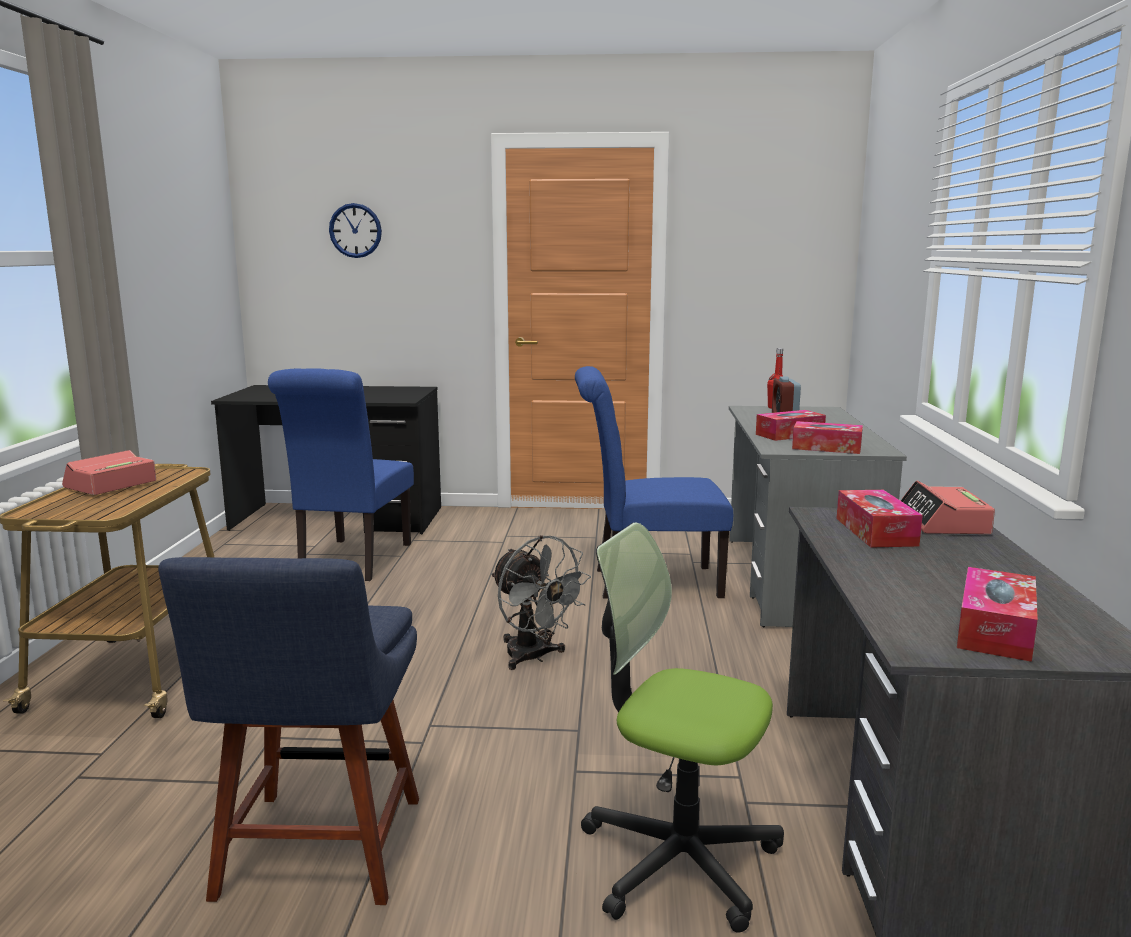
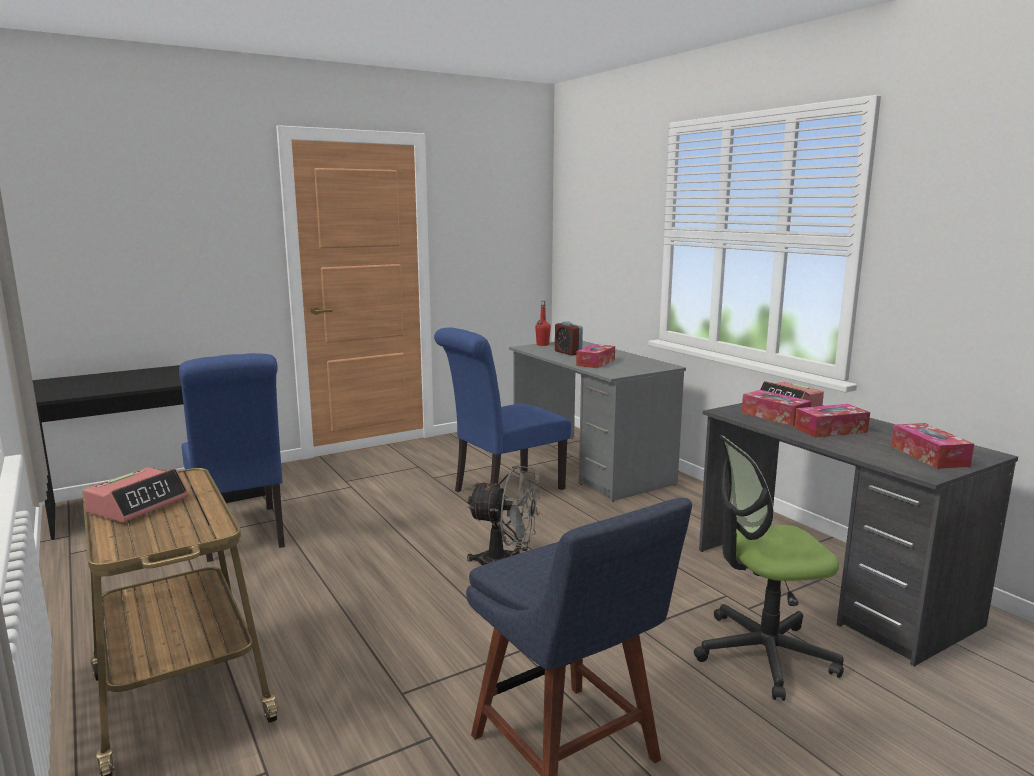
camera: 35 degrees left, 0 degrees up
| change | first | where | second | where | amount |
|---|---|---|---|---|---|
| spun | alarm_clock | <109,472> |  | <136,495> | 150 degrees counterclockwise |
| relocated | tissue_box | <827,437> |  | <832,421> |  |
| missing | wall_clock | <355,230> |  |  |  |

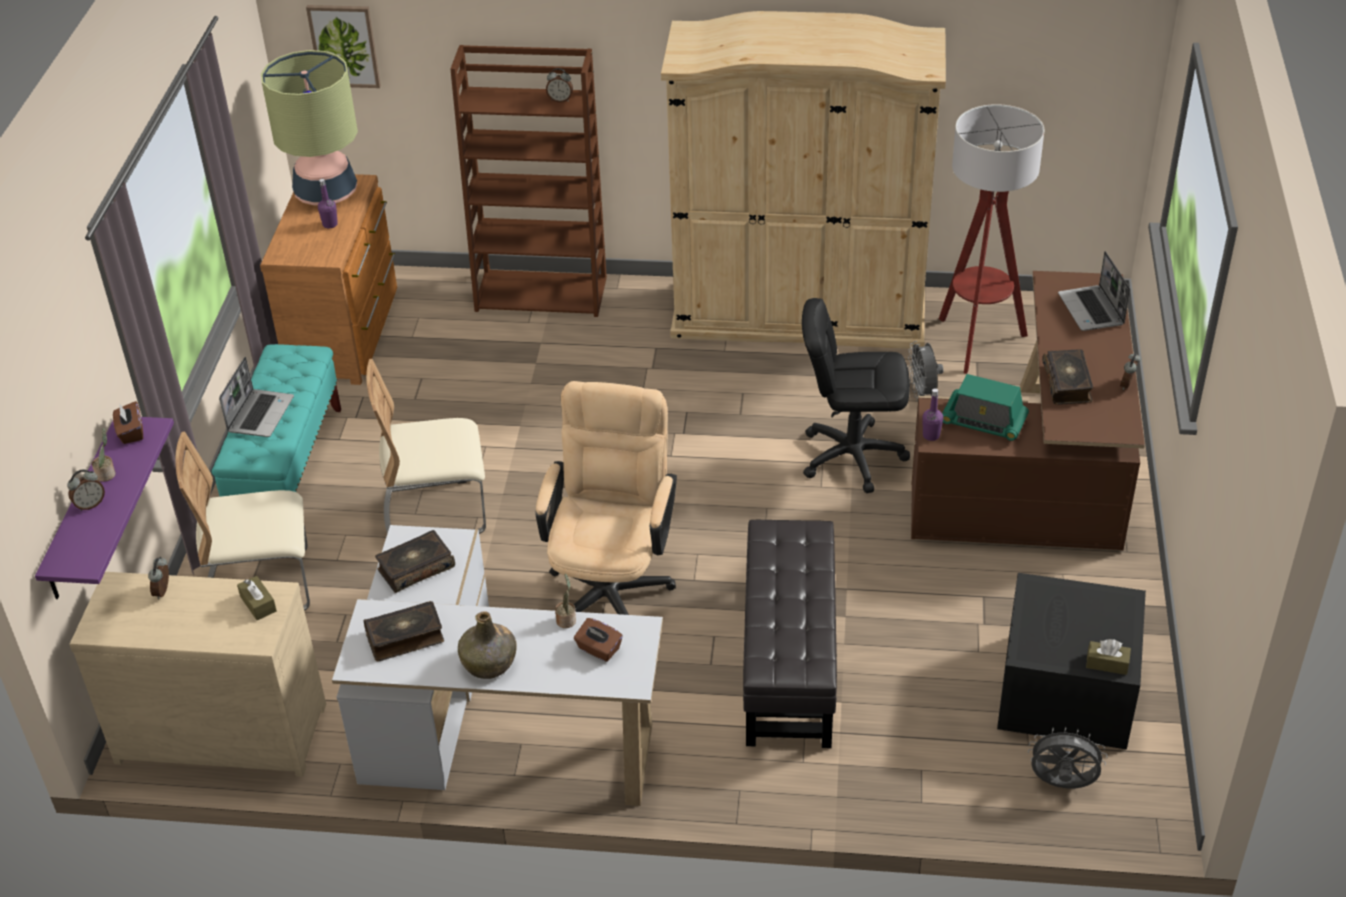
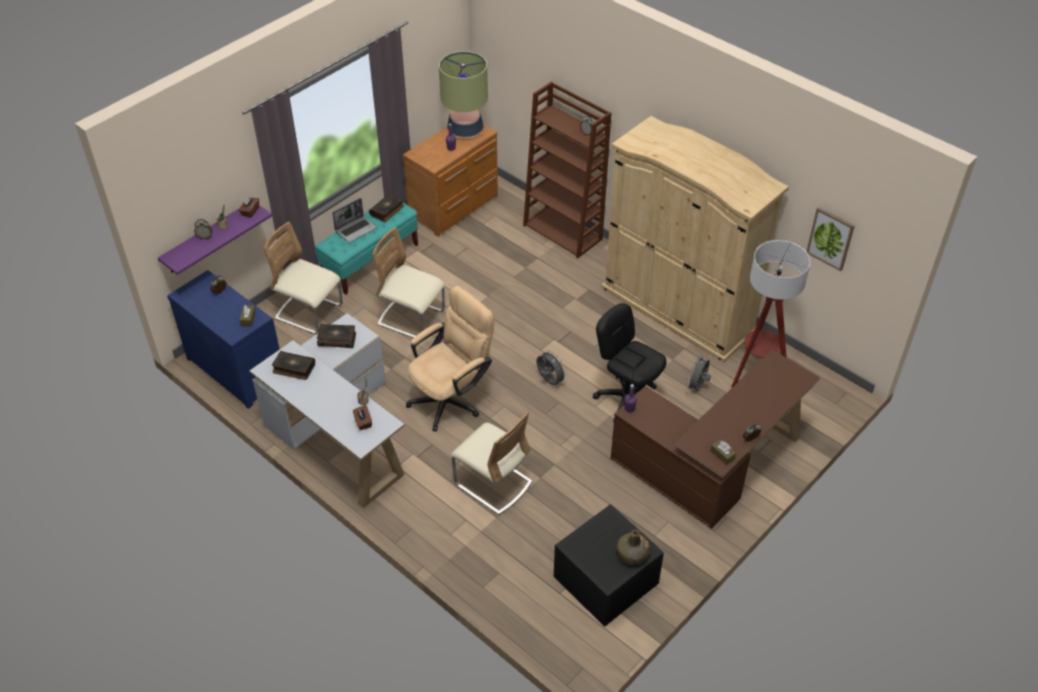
camera: 35 degrees right, 5 degrees up
| change | first | where | second | where | amount |
|---|---|---|---|---|---|
| colour | beige_dresser | <197,674> | blue_dresser | <223,339> |  |
| relocated | book | <1067,377> |  | <386,207> |  |
| exchanged | black_ottoman | <790,634> | beige_chair | <491,463> |  |
| relocated | grey_fan | <1067,757> |  | <551,368> |  |
| relocated | green_bottle | <487,645> |  | <633,547> |  |
| relocated | brown_tissue_box | <1108,657> |  | <723,452> |  |
| relocated | picture | <343,46> |  | <830,239> |  |
| missing | radio | <985,407> |  |  |  |
| missing | laptop | <1094,291> |  |  |  |

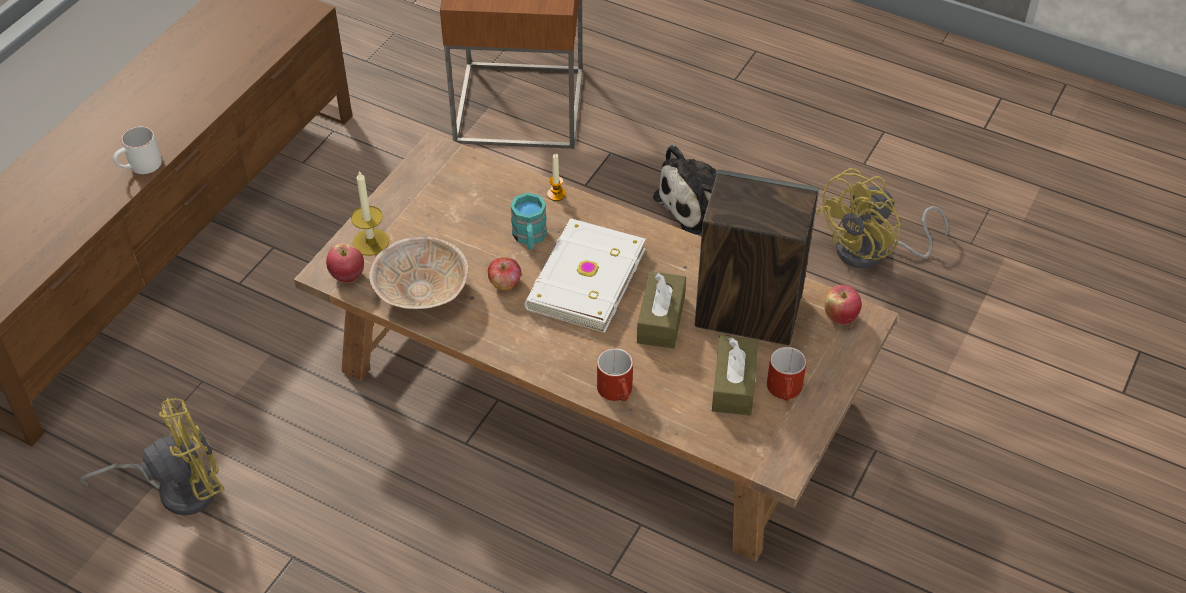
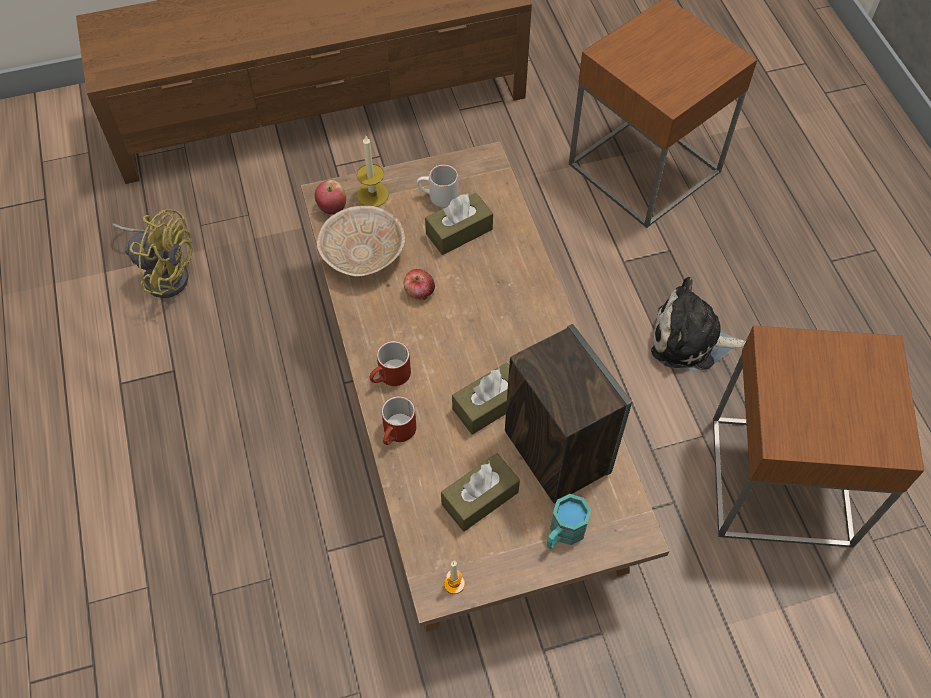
camera: 45 degrees right, 10 degrees up
| change | first | where | second | where | amount |
|---|---|---|---|---|---|
| relocated | red_mug | <786,374> |  | <390,363> |  |
| relocated | white_mug | <137,150> |  | <437,185> |  |
| appeared |  |  | brown_tissue_box | <459,224> |  |
| relocated | candle | <556,177> |  | <454,577> |  |
| relocated | turquoise_mug | <528,221> |  | <569,521> |  |
| exchanged | yellow_fan | <882,218> | brown_side_table | <818,437> |  |
| missing | white_book | <585,276> |  |  |  |
| missing | apple | <843,305> |  |  |  |

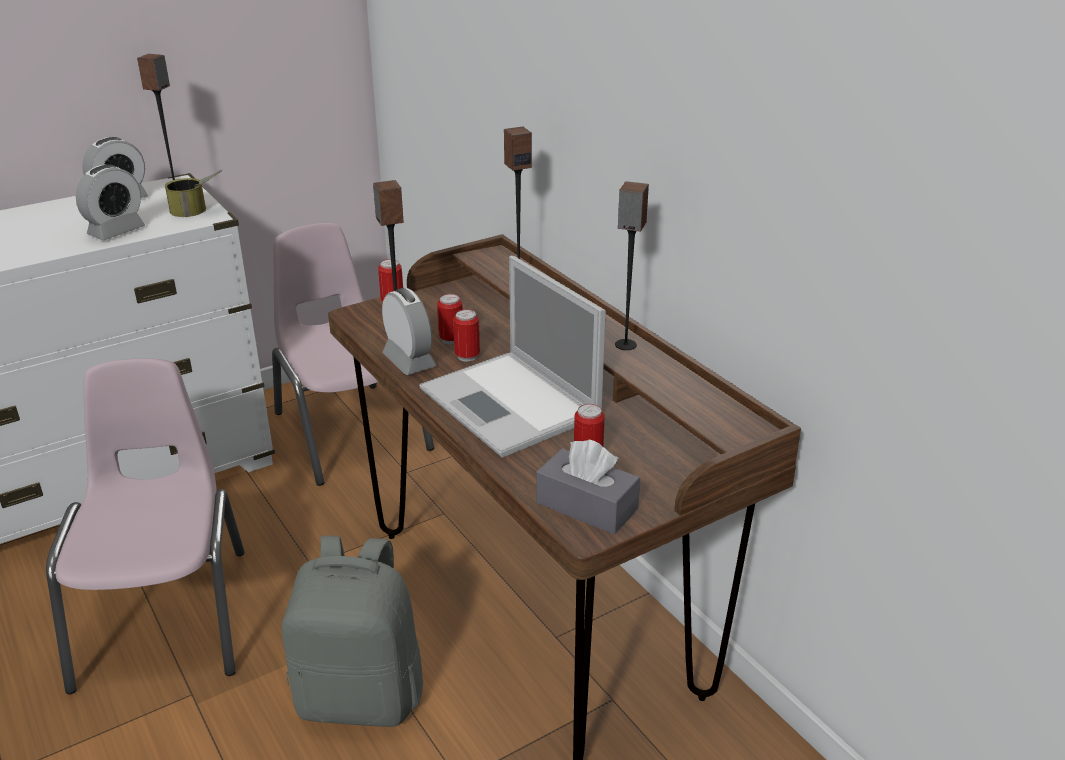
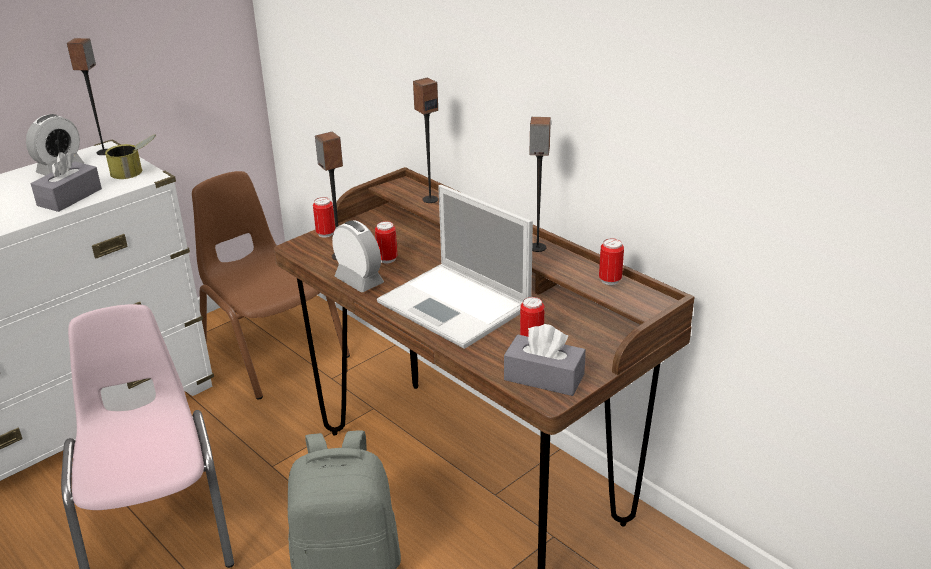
camera: 10 degrees left, 0 degrees up
| change | first | where | second | where | amount |
|---|---|---|---|---|---|
| exchanged | alarm_clock | <110,202> | grey_tissue_box | <66,182> |  |
| colour | pink_chair | <353,354> | brown_chair | <271,285> |  |
| relocated | can | <466,335> |  | <611,261> |  |

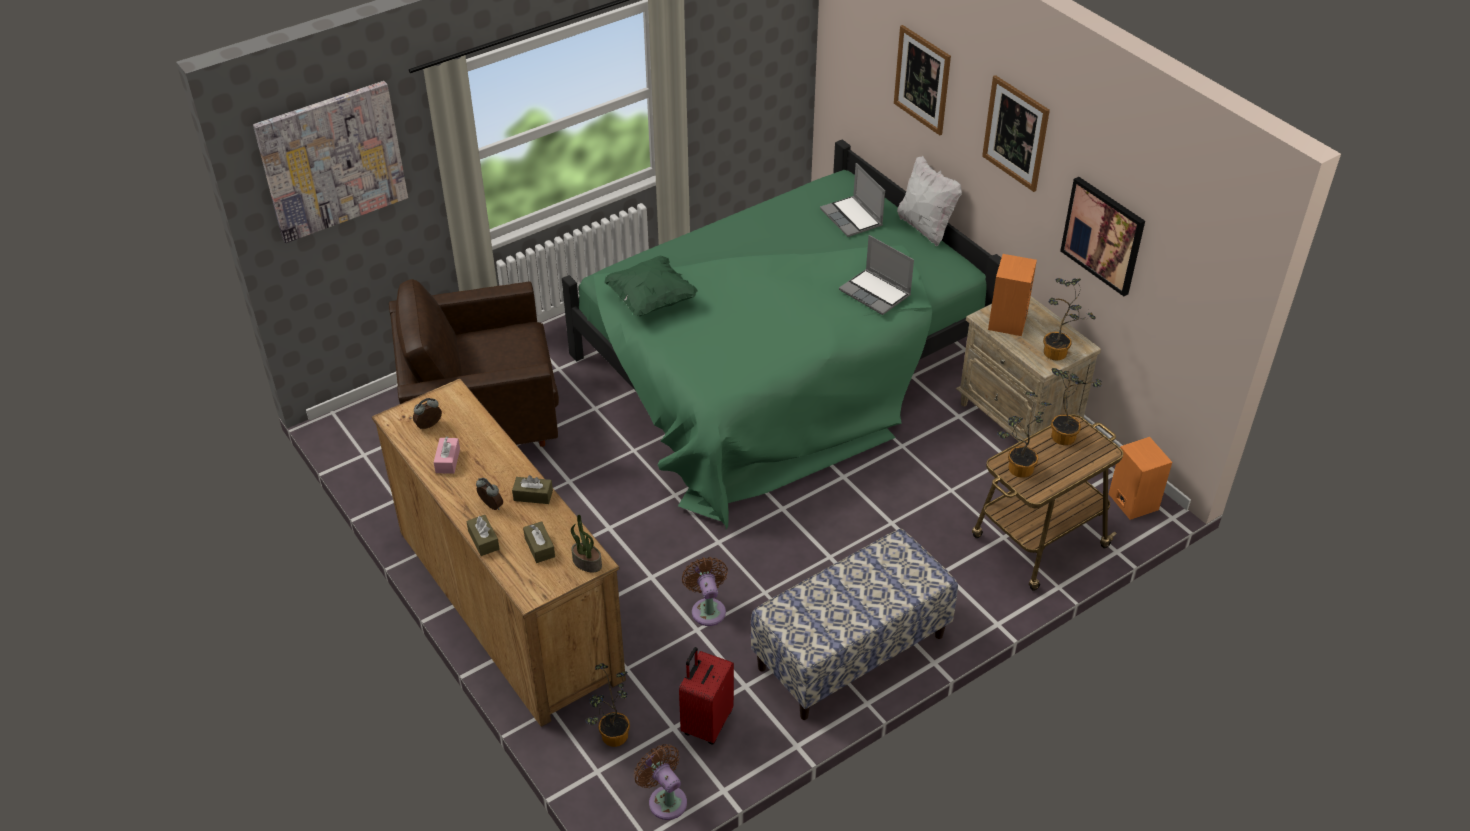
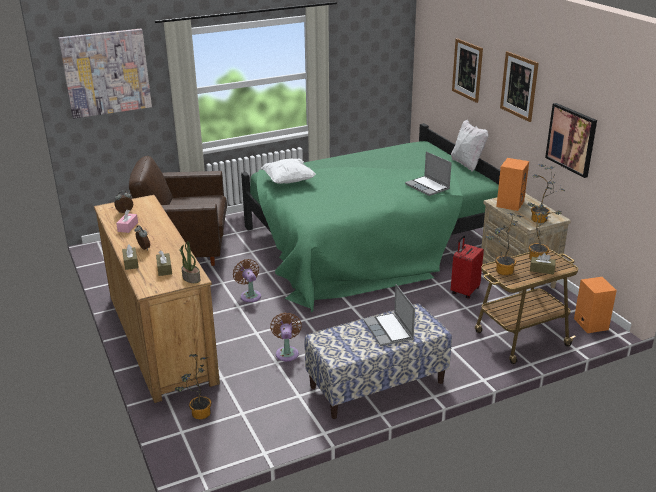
camera: 10 degrees right, 15 degrees down
| change | first | where | second | where | amount |
|---|---|---|---|---|---|
| relocated | brown_fan | <660,782> |  | <247,280> |  |
| colour | green_pillow | <651,285> | white_pillow | <289,171> |  |
| relocated | laptop | <852,200> |  | <389,315> |  |
| relocated | red_suitcase | <706,695> |  | <467,267> |  |
| relocated | brown_tissue_box | <532,489> |  | <543,263> |  |

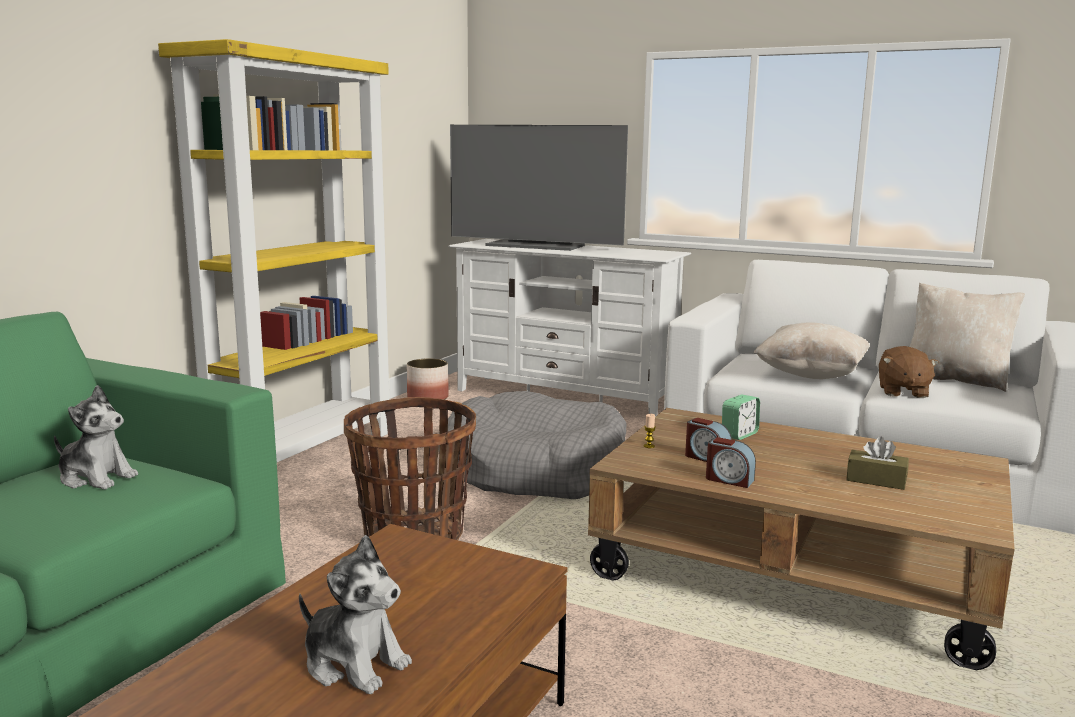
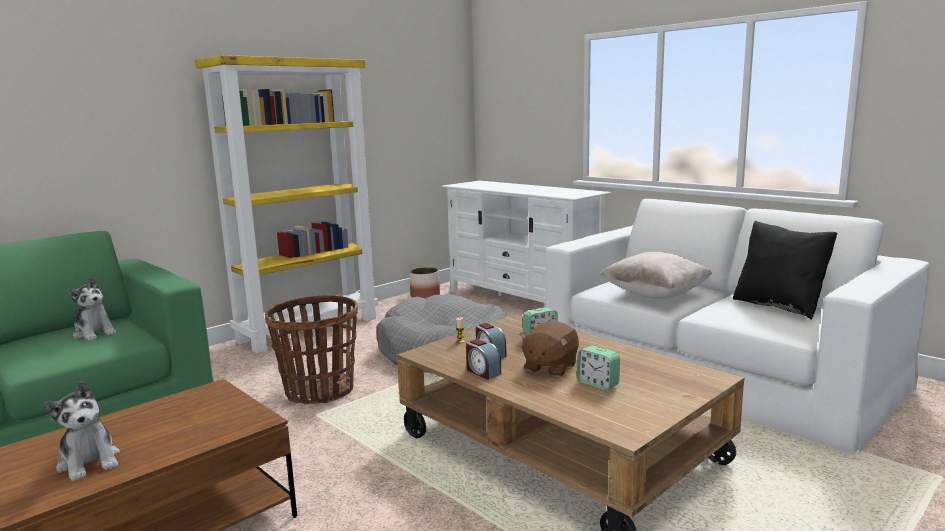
camera: 20 degrees right, 0 degrees up
| change | first | where | second | where | amount |
|---|---|---|---|---|---|
| relocated | brown_plush_toy | <909,372> |  | <549,349> |  |
| exchanged | brown_tissue_box | <877,463> | alarm_clock | <598,368> |  |
| colour | beige_pillow | <967,337> | black_pillow | <785,270> |  |
| missing | television | <539,188> |  |  |  |

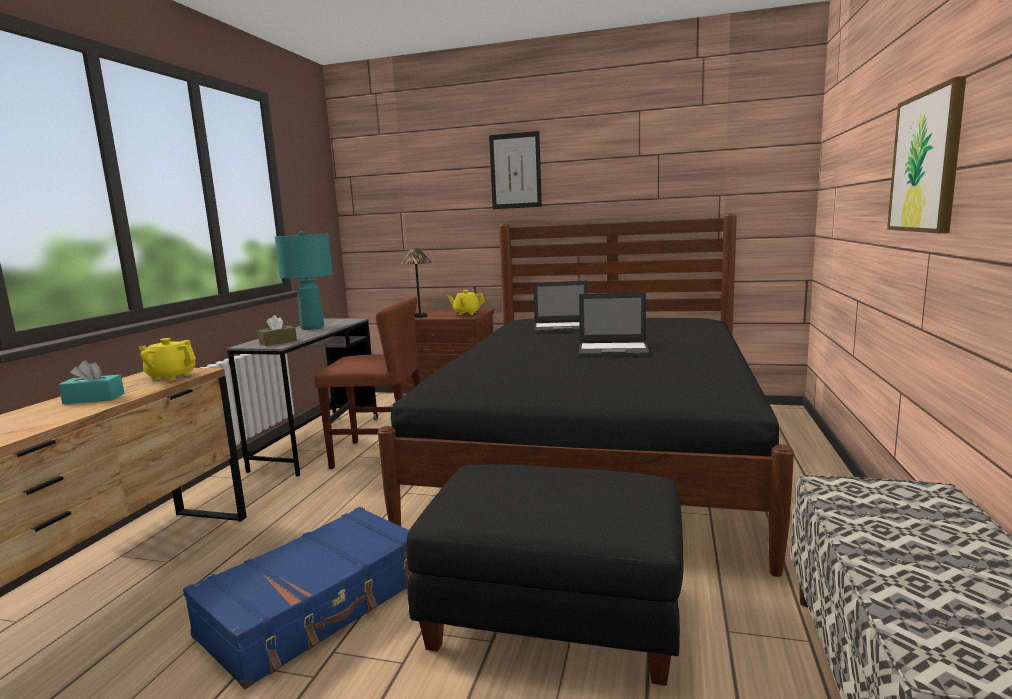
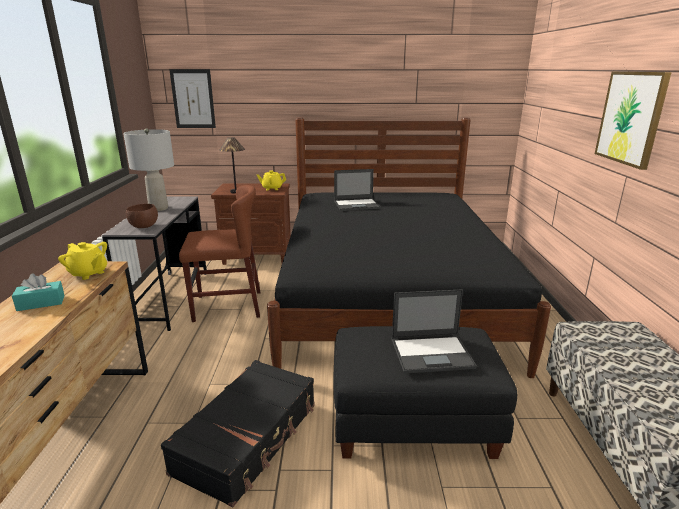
camera: 15 degrees left, 10 degrees up
| change | first | where | second | where | amount |
|---|---|---|---|---|---|
| spun | yellow_teapot | <167,359> |  | <82,261> | 150 degrees counterclockwise |
| colour | turquoise_table_lamp | <304,280> | grey_table_lamp | <148,169> |  |
| exchanged | brown_tissue_box | <277,330> | brown_bowl | <142,216> |  |
| colour | blue_suitcase | <297,598> | black_suitcase | <238,434> |  |
| relocated | picture | <515,170> |  | <192,98> |  |
| relocated | laptop | <614,324> |  | <434,331> |  |

